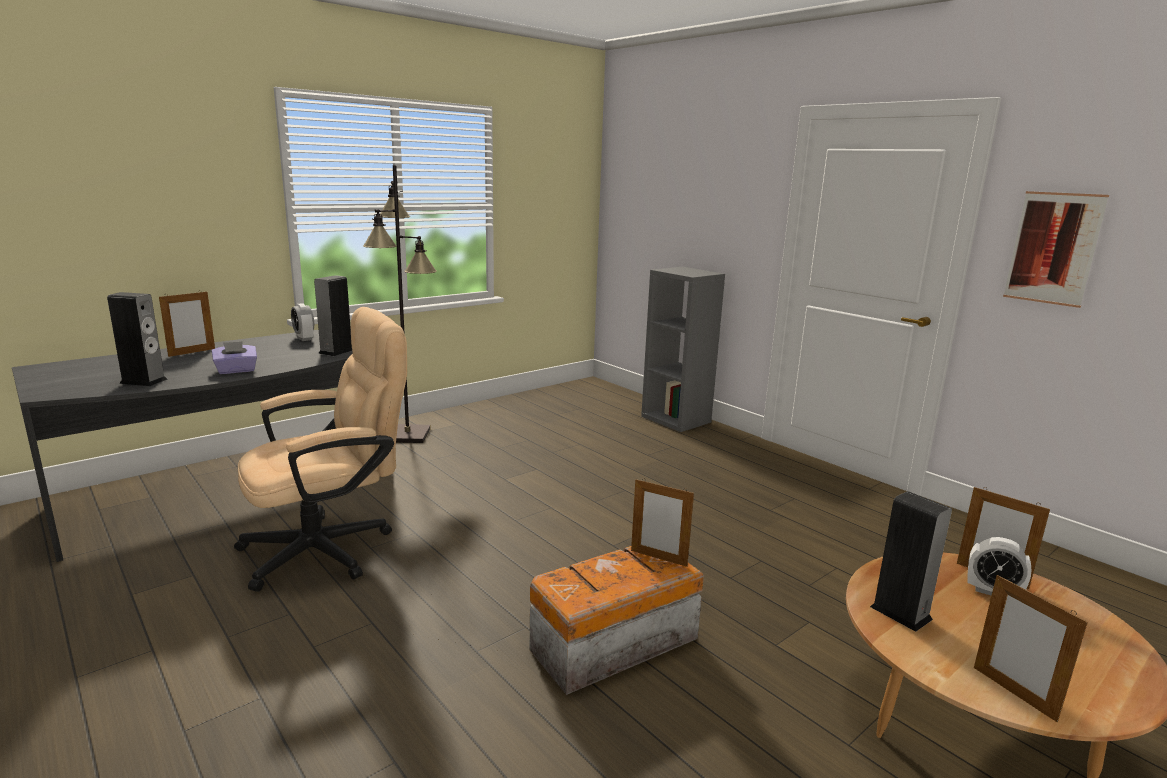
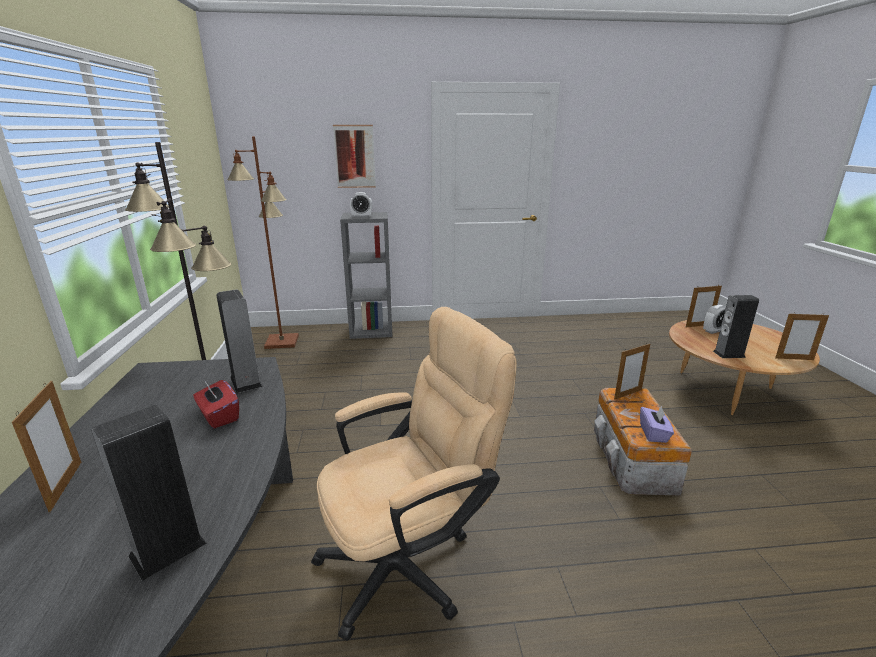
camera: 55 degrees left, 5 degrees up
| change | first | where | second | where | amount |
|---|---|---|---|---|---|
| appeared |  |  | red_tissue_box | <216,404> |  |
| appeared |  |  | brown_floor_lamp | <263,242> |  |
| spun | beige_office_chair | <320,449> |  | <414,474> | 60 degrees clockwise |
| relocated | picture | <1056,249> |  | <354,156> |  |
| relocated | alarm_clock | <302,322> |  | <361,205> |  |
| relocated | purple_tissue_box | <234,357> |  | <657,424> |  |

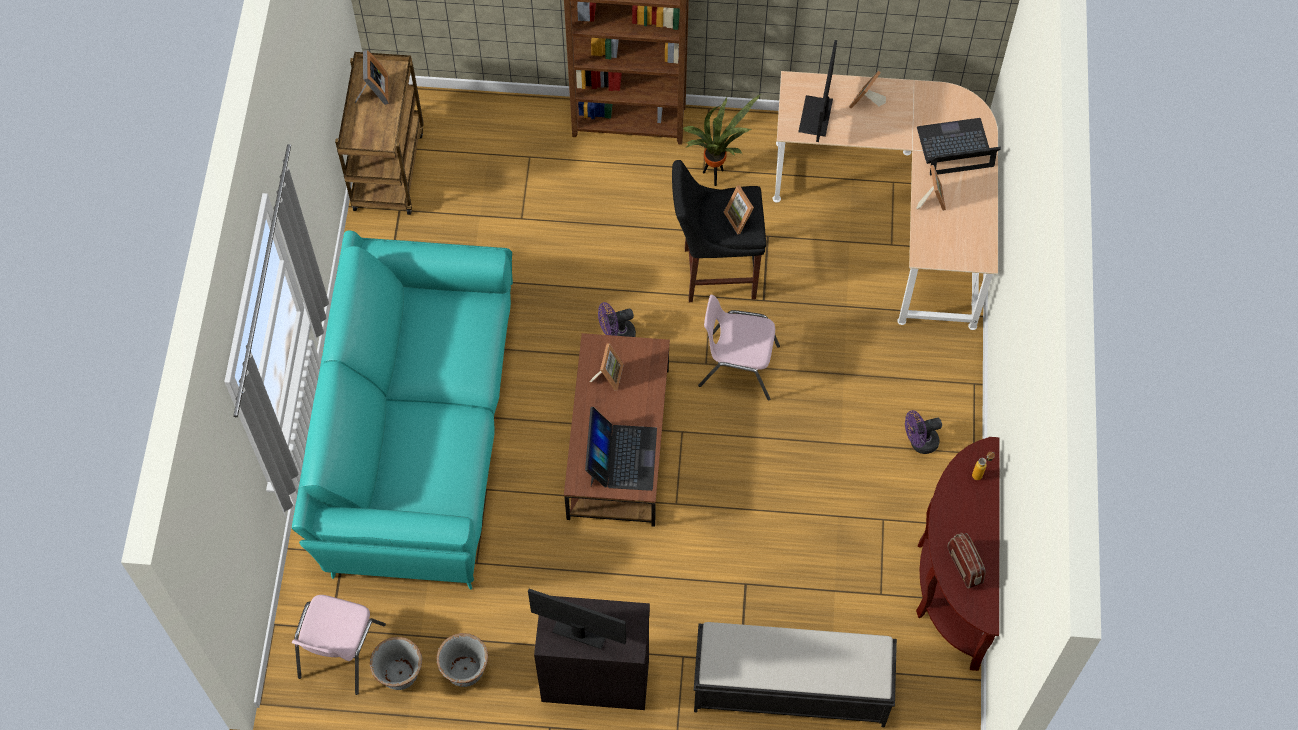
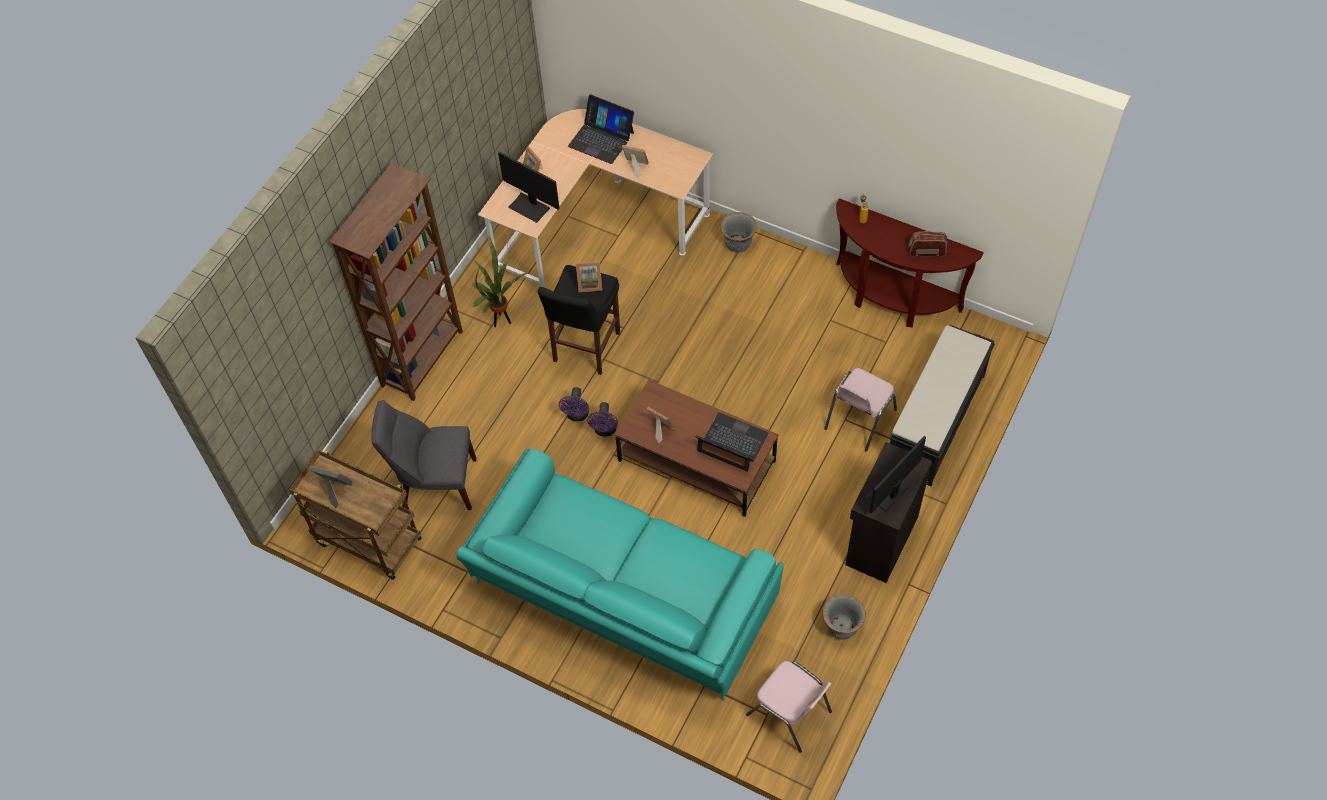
camera: 65 degrees left, 5 degrees down
| change | first | where | second | where | amount |
|---|---|---|---|---|---|
| appeared |  |  | grey_chair | <424,455> |  |
| relocated | purple_fan | <923,432> |  | <574,404> |  |
| spun | laptop | <959,147> |  | <601,129> | 75 degrees counterclockwise |
| relocated | grey_planter | <396,663> |  | <739,232> |  |
| relocated | pink_chair | <739,348> |  | <860,409> |  |

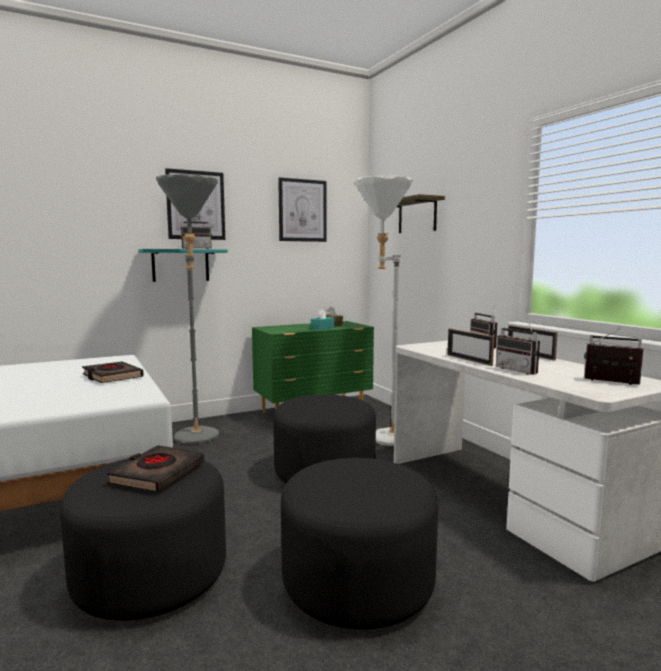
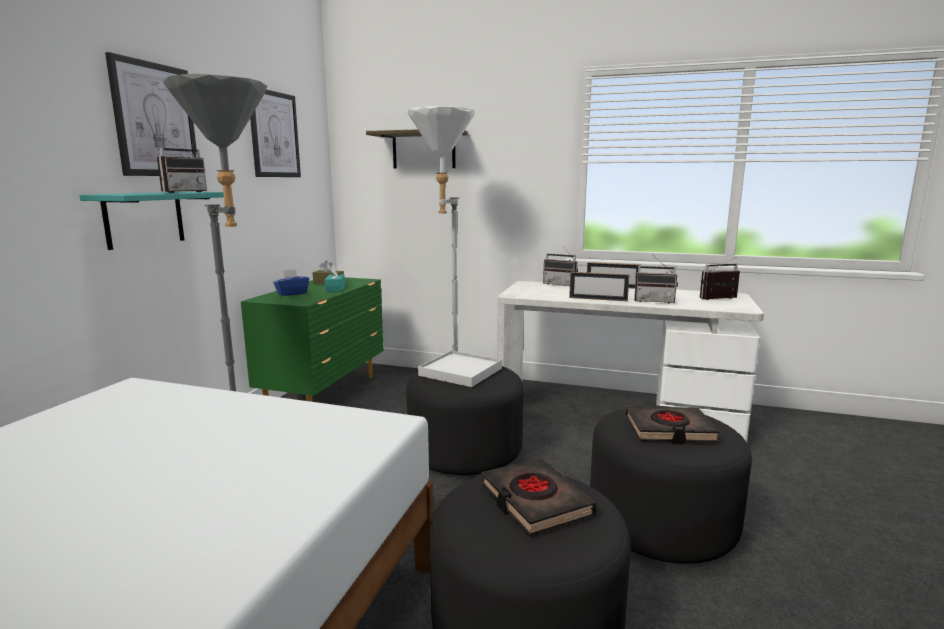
camera: 45 degrees left, 5 degrees up
| change | first | where | second | where | amount |
|---|---|---|---|---|---|
| appeared |  |  | blue_tissue_box | <291,282> |  |
| appeared |  |  | white_tray | <460,368> |  |
| relocated | black_book | <113,372> |  | <672,425> |  |

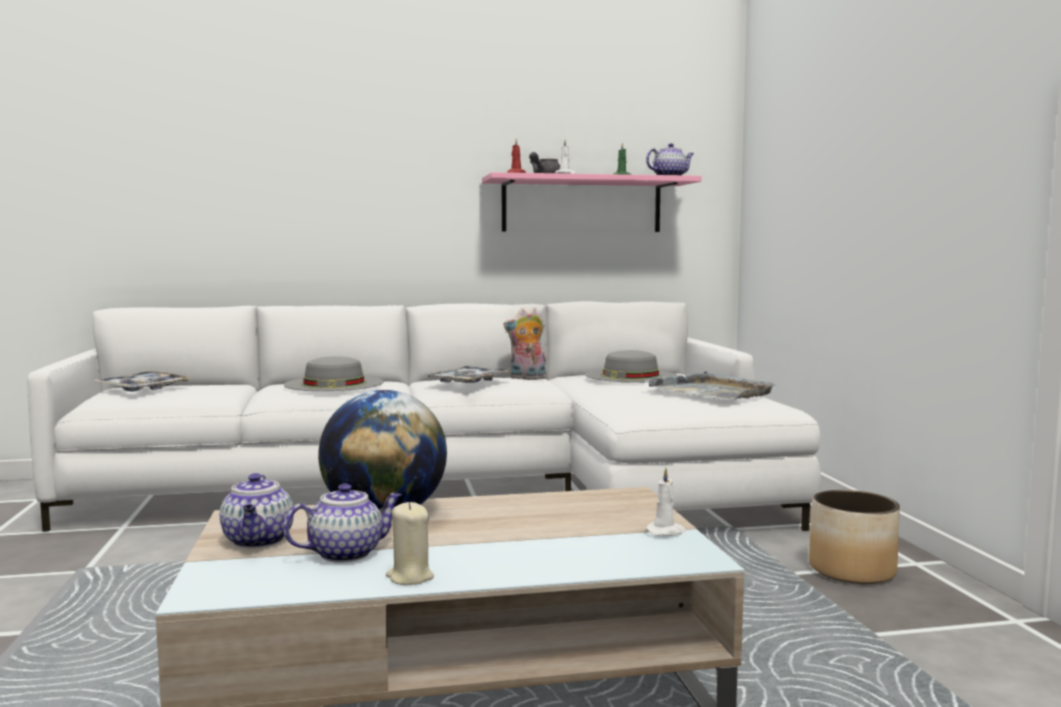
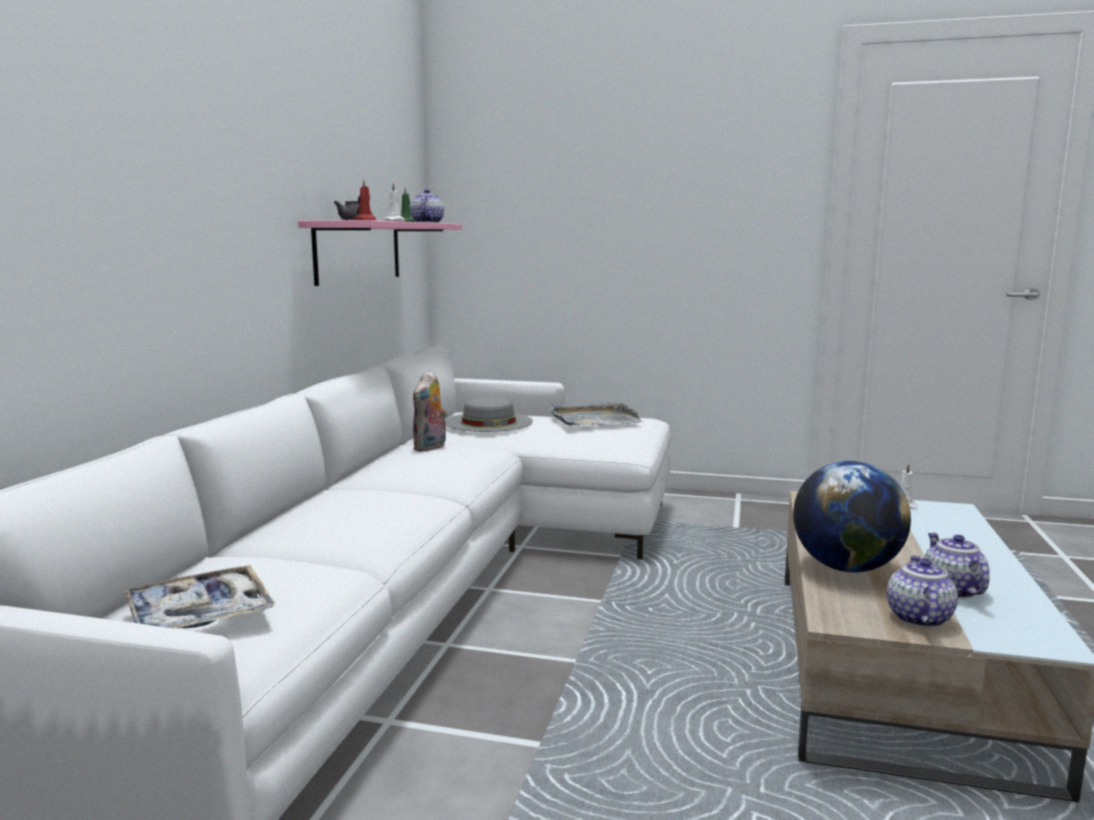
camera: 65 degrees left, 5 degrees up
| change | first | where | second | where | amount |
|---|---|---|---|---|---|
| spun | teapot | <257,510> |  | <922,591> | 90 degrees counterclockwise |
| missing | grey_hat | <334,373> |  |  |  |
| missing | beige_candle | <410,543> |  |  |  |
| missing | tray | <468,374> |  |  |  |
| missing | planter | <854,537> |  |  |  |

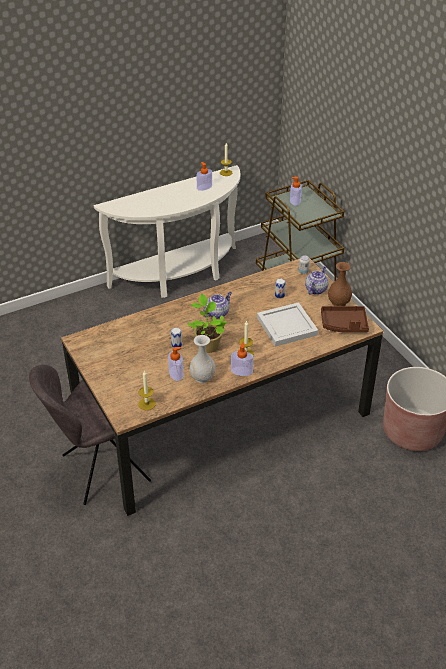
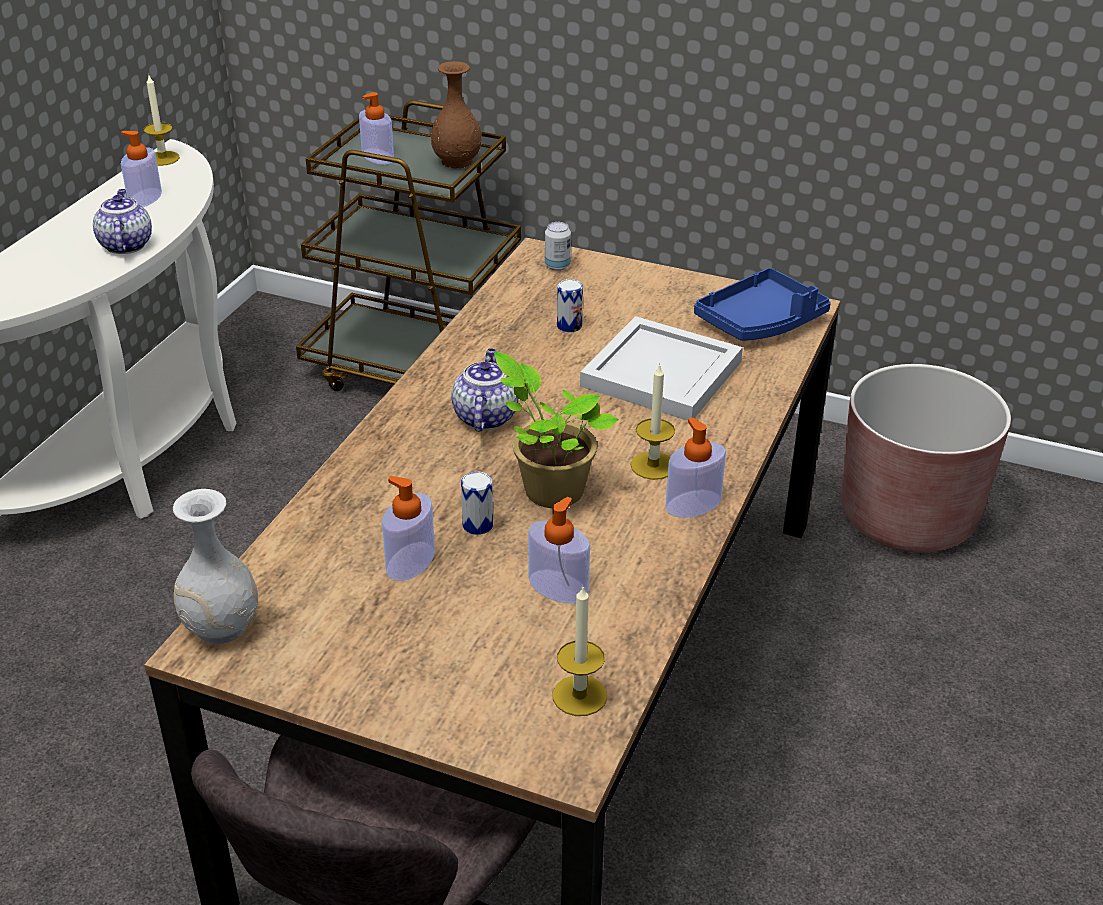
camera: 40 degrees left, 5 degrees down
| change | first | where | second | where | amount |
|---|---|---|---|---|---|
| relocated | teapot | <316,281> |  | <122,221> |  |
| relocated | white_vase | <202,359> |  | <215,566> |  |
| appeared |  |  | soap_dispenser | <408,528> |  |
| relocated | brown_vase | <340,284> |  | <456,114> |  |
| colour | brown_tray | <345,319> | blue_tray | <762,304> |  |

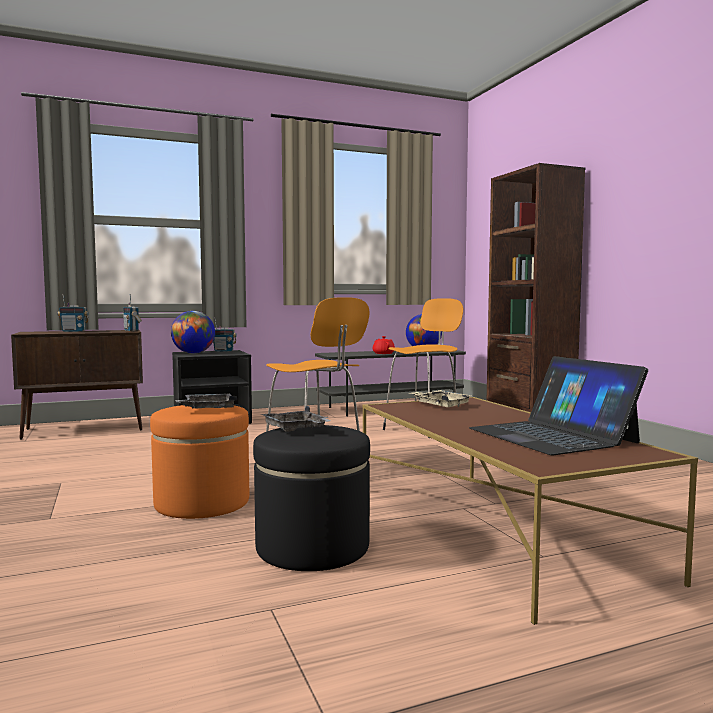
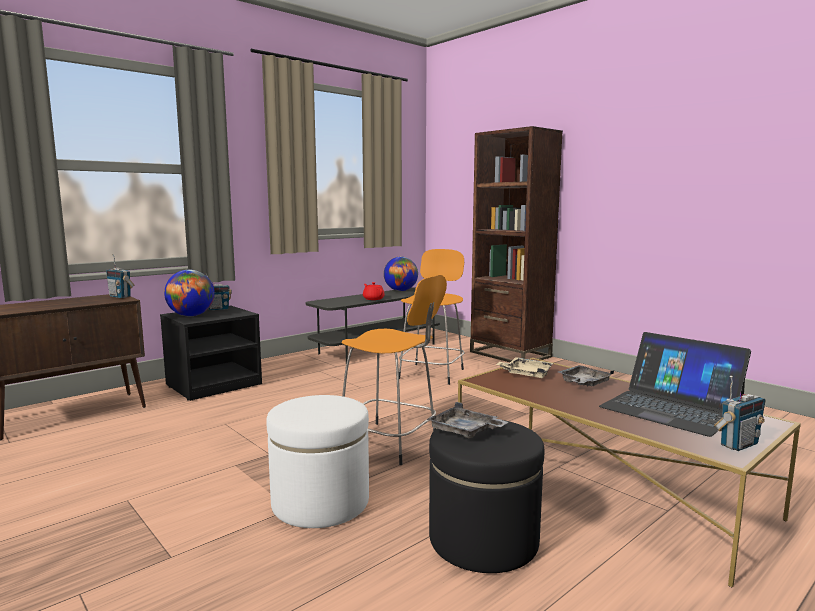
camera: 20 degrees left, 5 degrees up
| change | first | where | second | where | amount |
|---|---|---|---|---|---|
| colour | orange_ottoman | <199,462> | white_ottoman | <317,461> |  |
| relocated | grey_tray | <206,401> |  | <586,376> |  |
| relocated | radio | <73,313> |  | <740,413> |  |

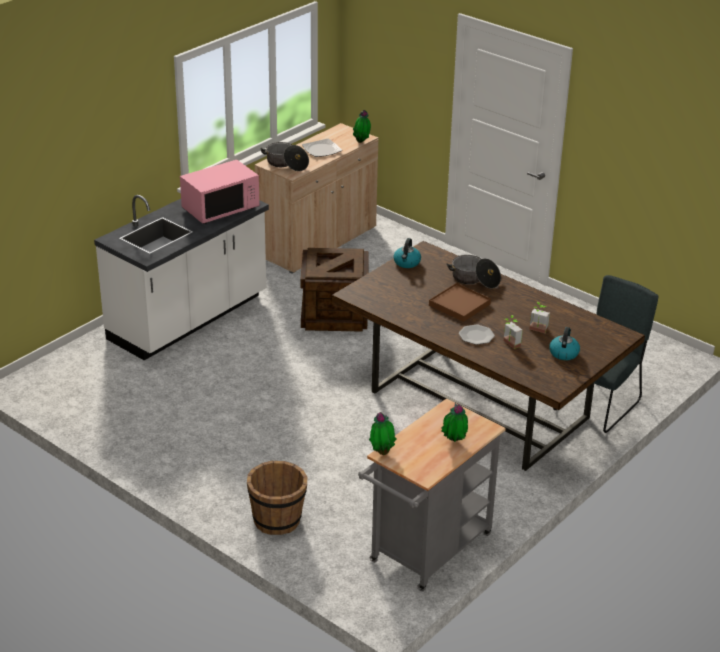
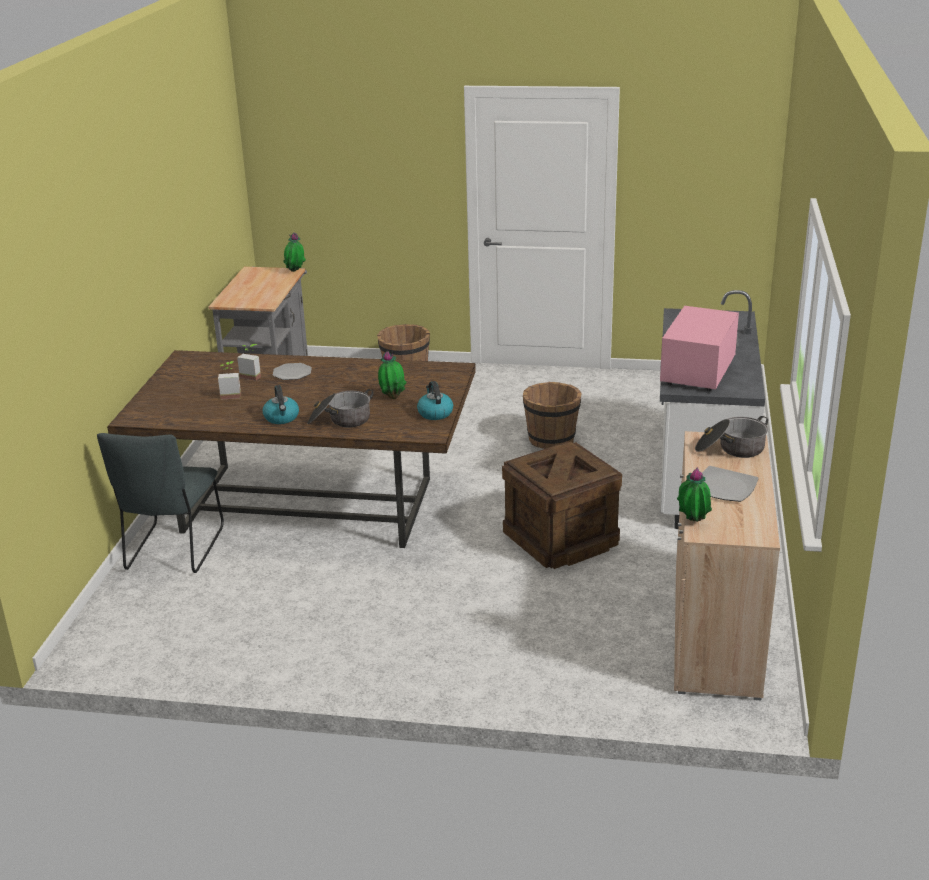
camera: 150 degrees right, 5 degrees down
| change | first | where | second | where | amount |
|---|---|---|---|---|---|
| relocated | kettle | <564,343> |  | <281,404> |  |
| relocated | potted_plant | <454,422> |  | <392,375> |  |
| appeared |  |  | brown_bucket | <552,415> |  |
| missing | brown_tray | <460,302> |  |  |  |

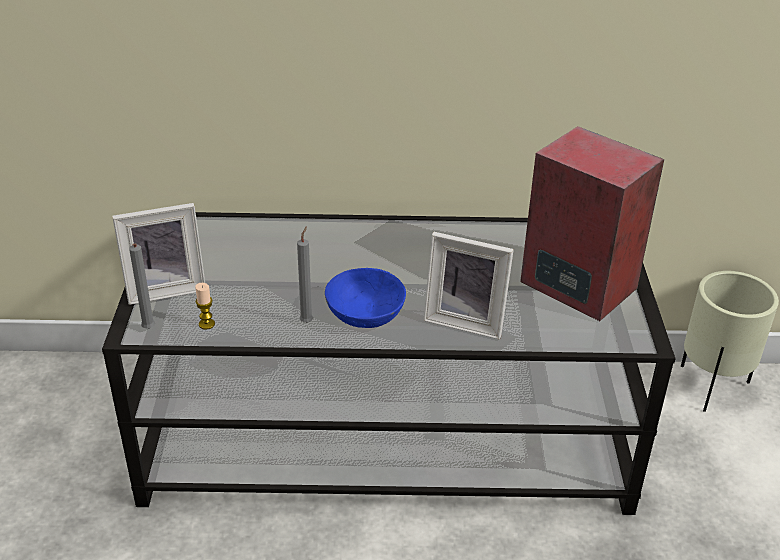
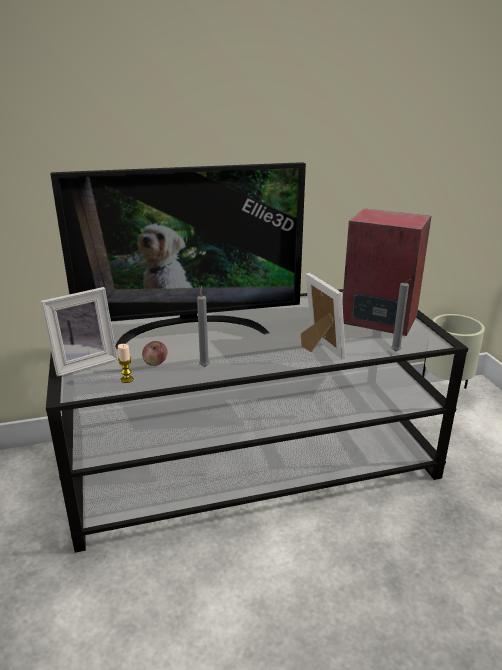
camera: 15 degrees left, 10 degrees down
| change | first | where | second | where | amount |
|---|---|---|---|---|---|
| appeared |  |  | television | <178,255> |  |
| appeared |  |  | apple | <154,353> |  |
| spun | picture_frame | <469,285> |  | <323,316> | 120 degrees counterclockwise |
| relocated | grey_candle | <142,286> |  | <401,315> |  |
| missing | blue_bowl | <365,298> |  |  |  |

